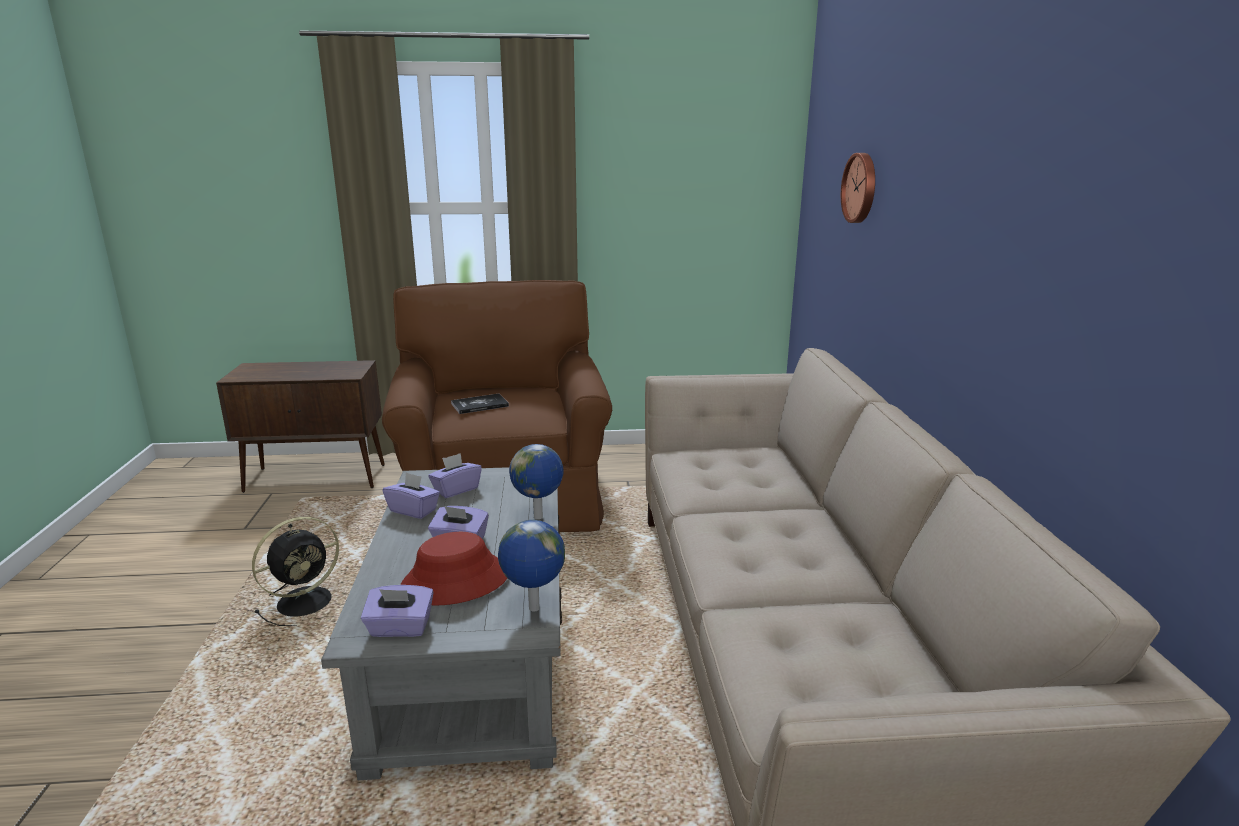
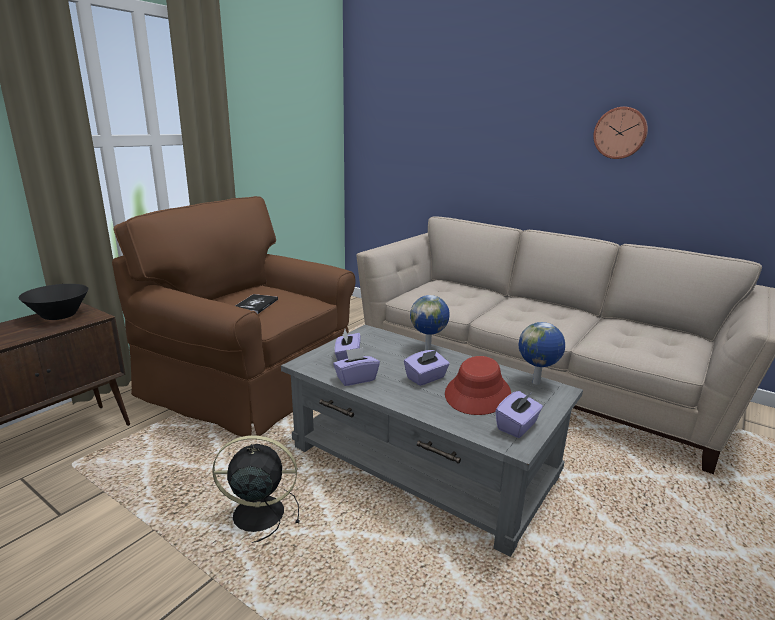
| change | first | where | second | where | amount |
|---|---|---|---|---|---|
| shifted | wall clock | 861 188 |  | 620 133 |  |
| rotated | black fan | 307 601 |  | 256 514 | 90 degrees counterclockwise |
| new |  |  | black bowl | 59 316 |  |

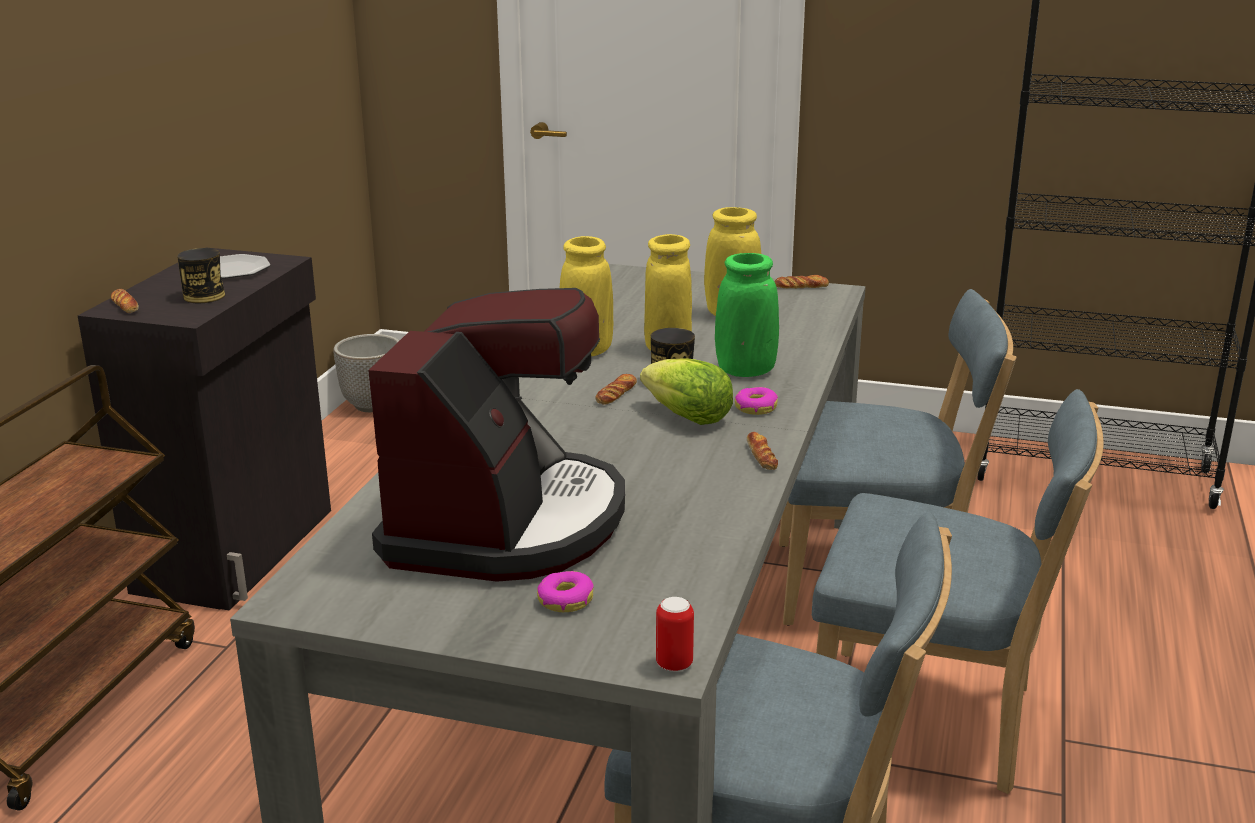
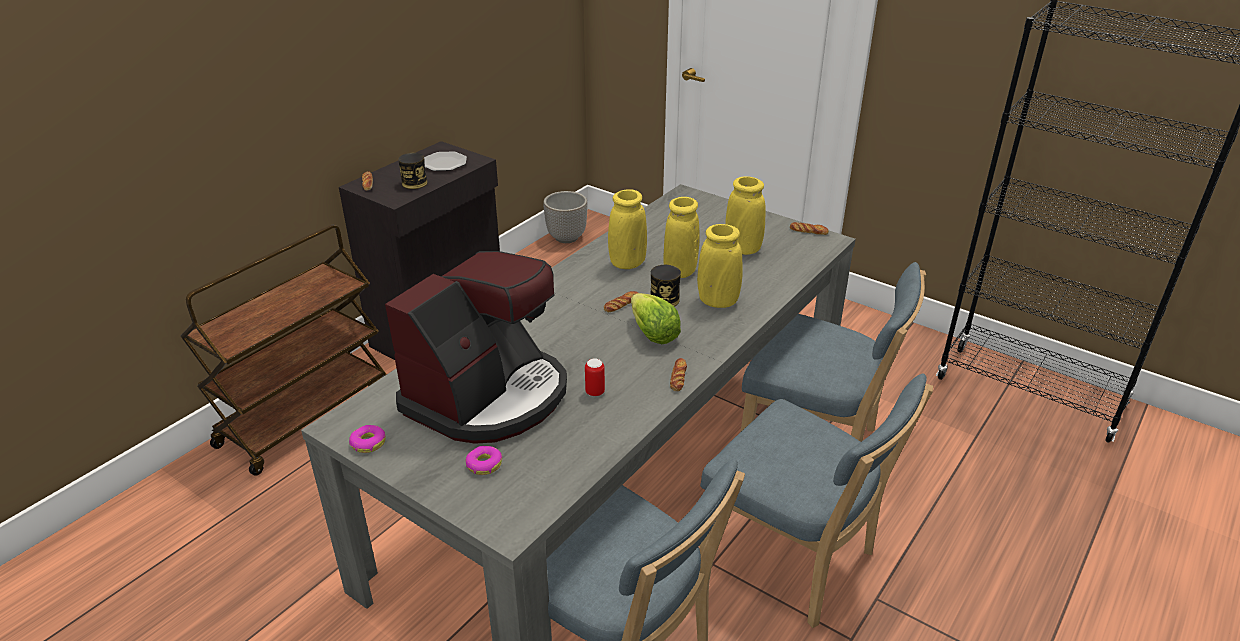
| change | first | where | second | where | amount |
|---|---|---|---|---|---|
| repainted | green vase | 745 371 | yellow vase | 717 301 |  |
| shifted | donut | 755 408 |  | 368 443 |  |
| shifted | can | 674 664 |  | 595 392 |  |

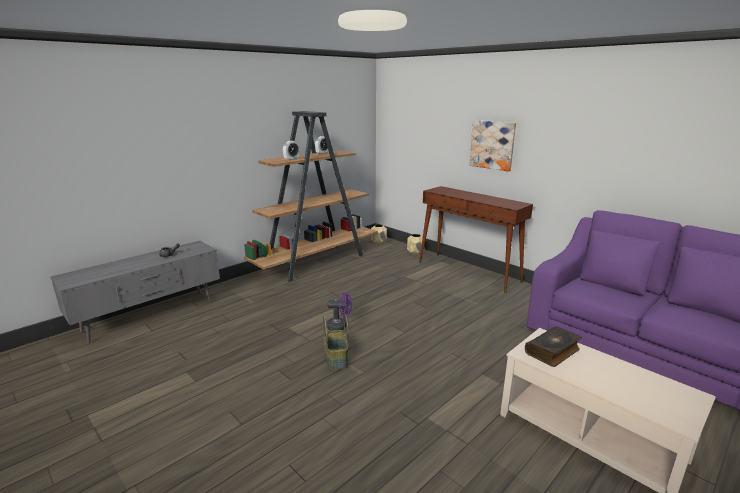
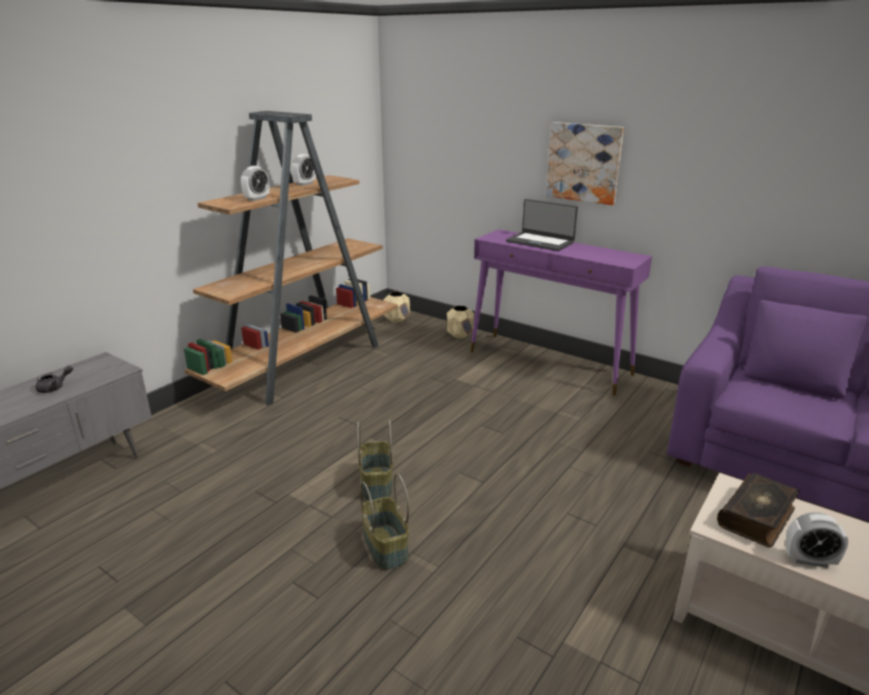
| change | first | where | second | where | amount |
|---|---|---|---|---|---|
| repainted | brown console table | 468 272 | purple console table | 550 363 |  |
| swapped | purple fan | 340 326 | basket | 376 483 |  |
| new |  |  | laptop | 540 242 |  |
| new |  |  | alarm clock | 809 560 |  |

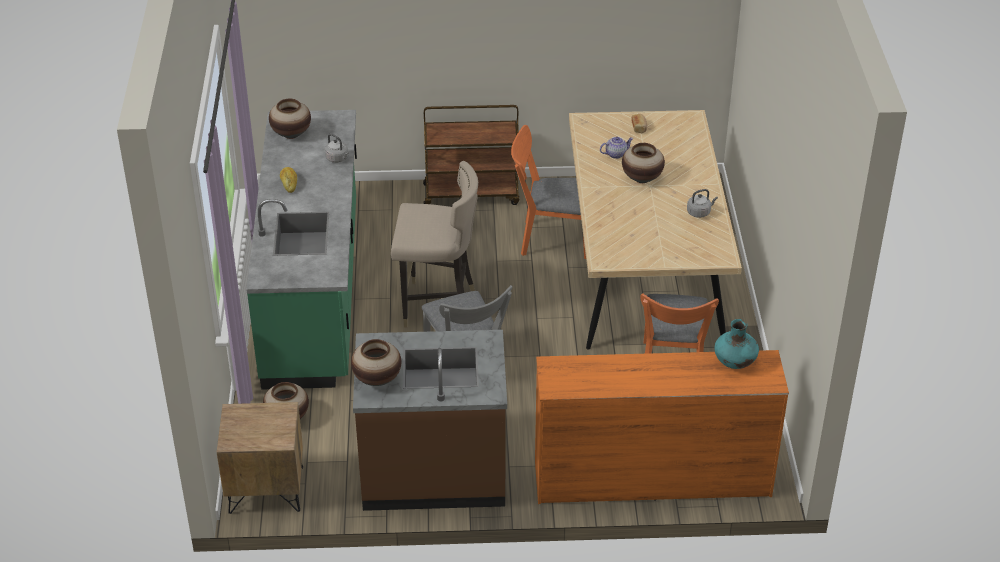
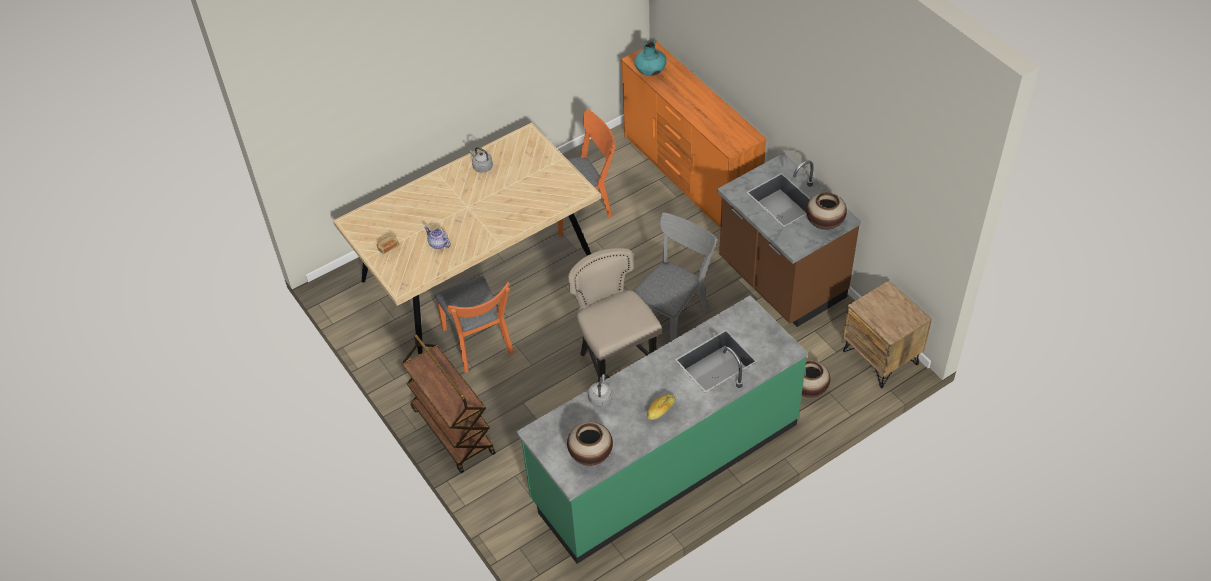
| change | first | where | second | where | amount |
|---|---|---|---|---|---|
| gone | vase | 641 178 |  |  |  |

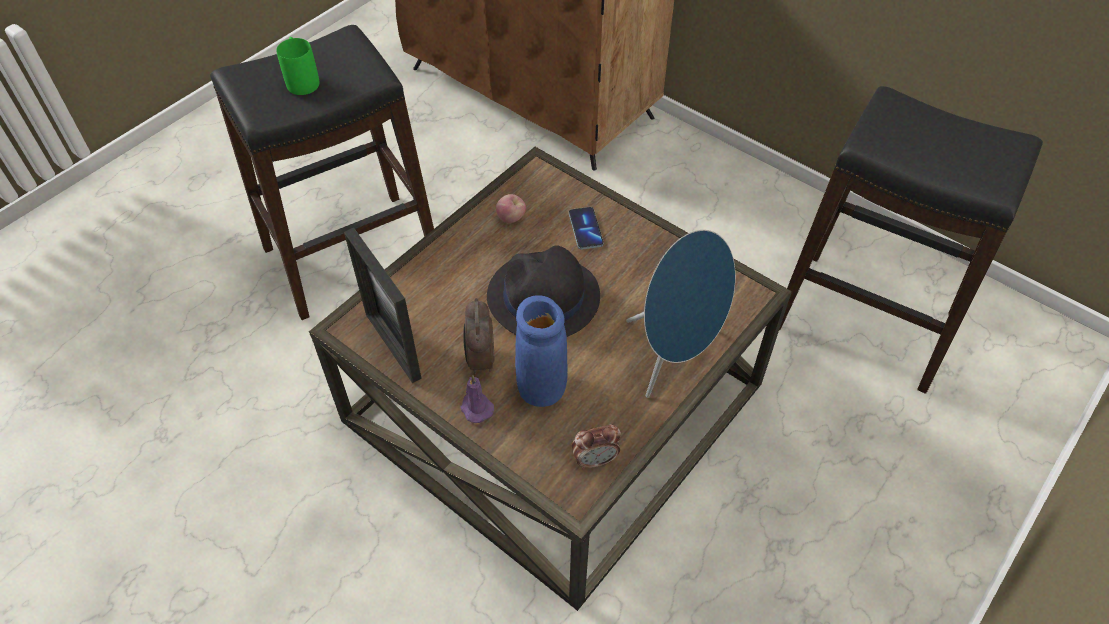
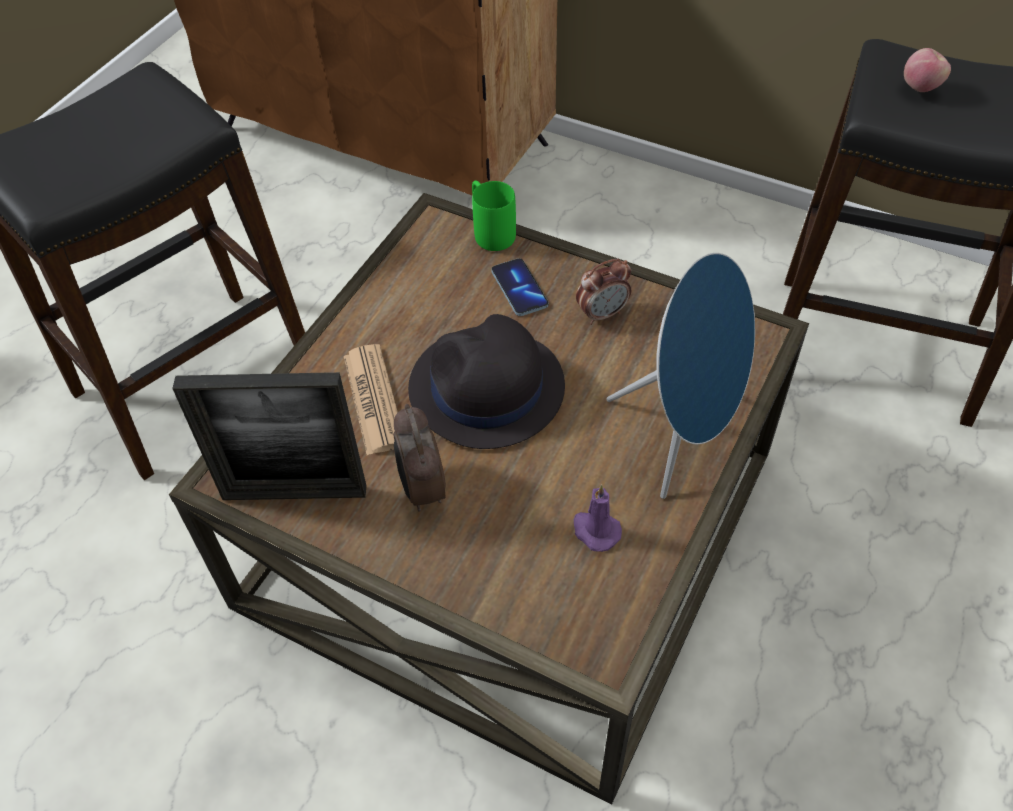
| change | first | where | second | where | amount |
|---|---|---|---|---|---|
| shifted | green mug | 302 80 |  | 490 231 |  |
| shifted | apple | 511 218 |  | 920 87 |  |
| rotated | picture frame | 393 346 |  | 294 492 | 45 degrees counterclockwise |
| gone | blue vase | 542 387 |  |  |  |
| shifted | purple candle | 476 408 |  | 595 530 |  |
| shifted | alarm clock | 595 460 |  | 602 314 |  |
| new |  |  | newspaper | 374 399 |  |

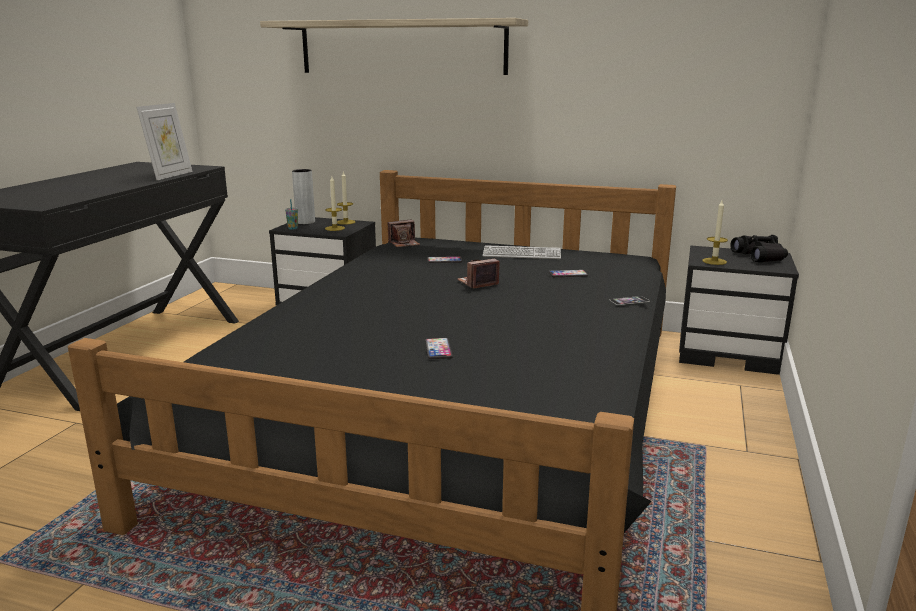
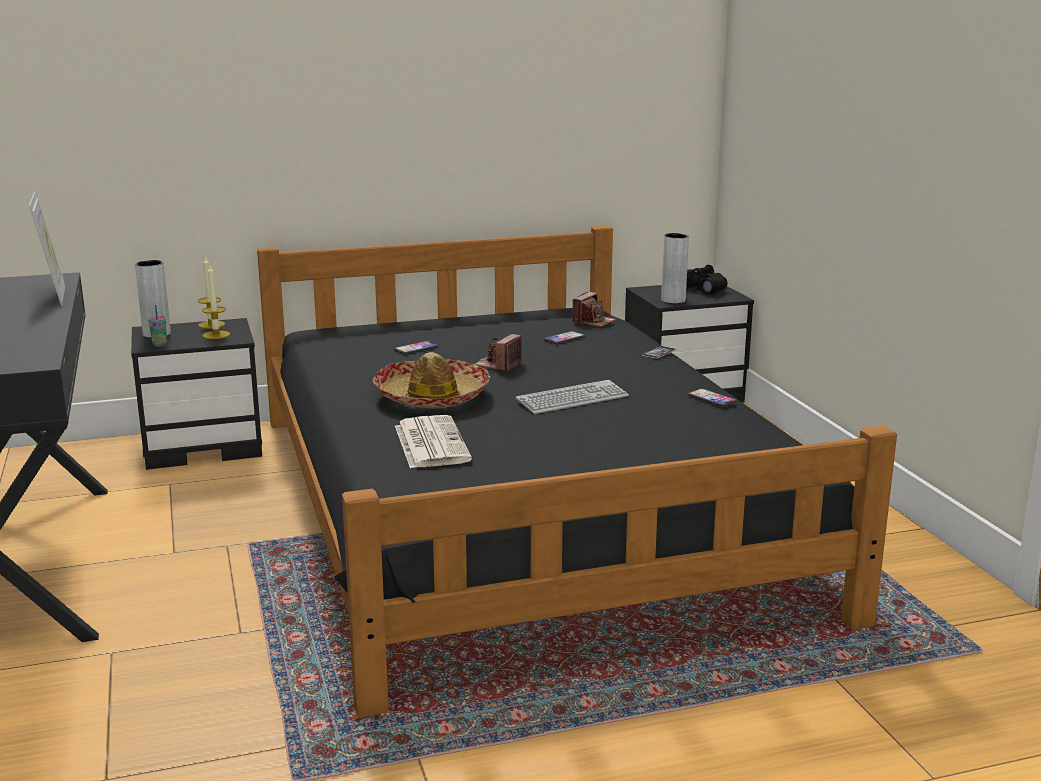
| change | first | where | second | where | amount |
|---|---|---|---|---|---|
| gone | shelf | 401 47 |  |  |  |
| swapped | candle | 714 261 | grey vase | 673 300 |  |
| shifted | photo camera | 404 243 |  | 593 322 |  |
| shifted | keyboard | 521 254 |  | 572 399 |  |
| shifted | phone | 438 349 |  | 712 399 |  |
| new |  |  | hat | 432 396 |  |
| new |  |  | newspaper | 430 443 |  |

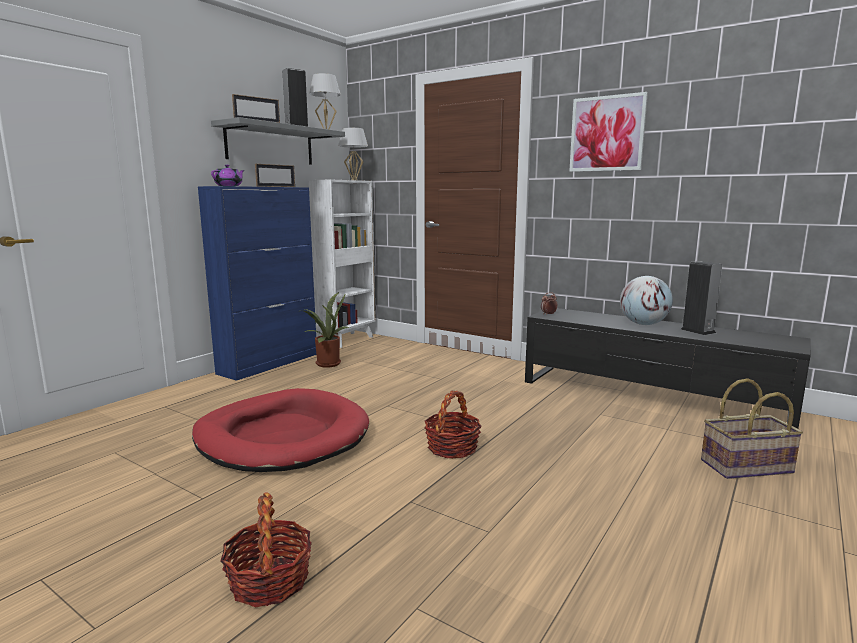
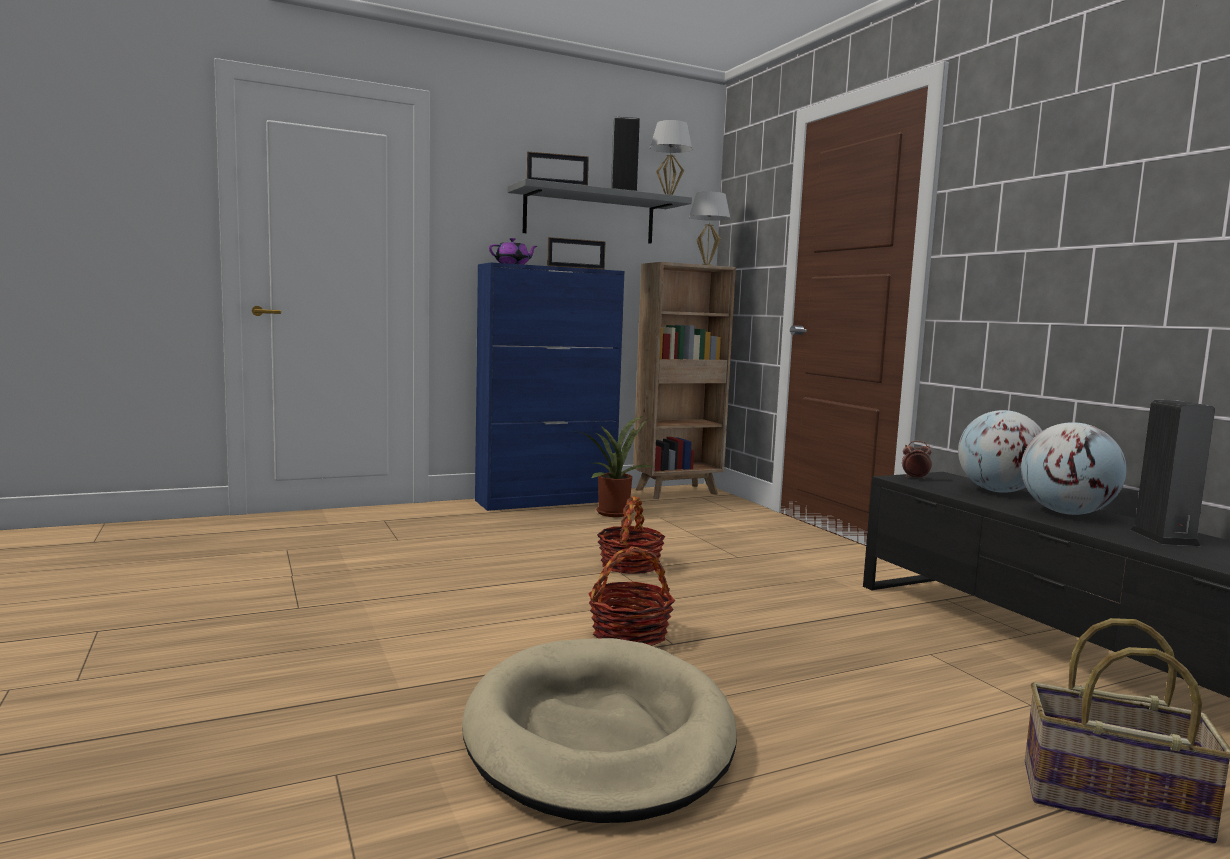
| change | first | where | second | where | amount |
|---|---|---|---|---|---|
| gone | picture | 607 133 |  |  |  |
| repainted | white bookcase | 347 339 | brown bookcase | 678 492 |  |
| gone | red dog bed | 282 436 |  |  |  |
| shifted | basket | 270 581 |  | 630 565 |  |
| new |  |  | globe | 998 491 |  |
| new |  |  | beige dog bed | 598 735 |  |

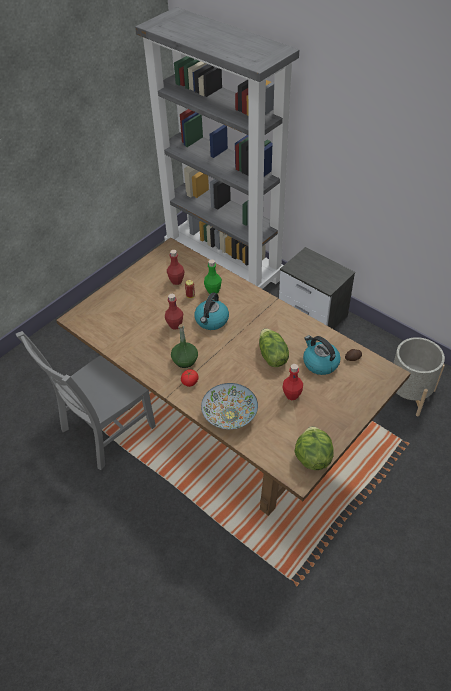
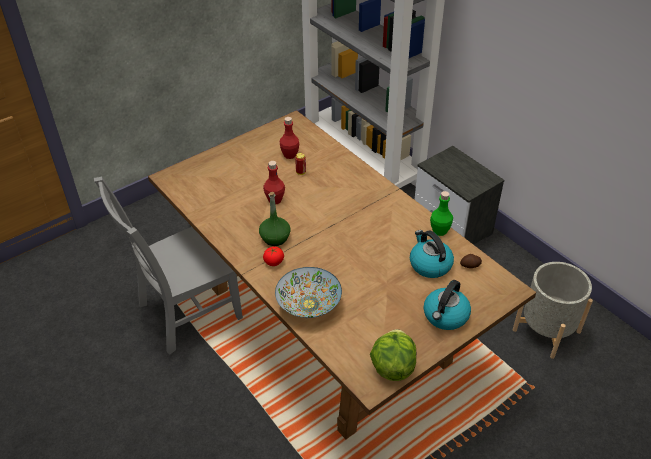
| change | first | where | second | where | amount |
|---|---|---|---|---|---|
| shifted | green bottle | 213 291 |  | 440 231 |  |
| shifted | kettle | 211 320 |  | 445 316 |  |
| gone | lettuce | 272 356 |  |  |  |
| gone | red bottle | 292 395 |  |  |  |

